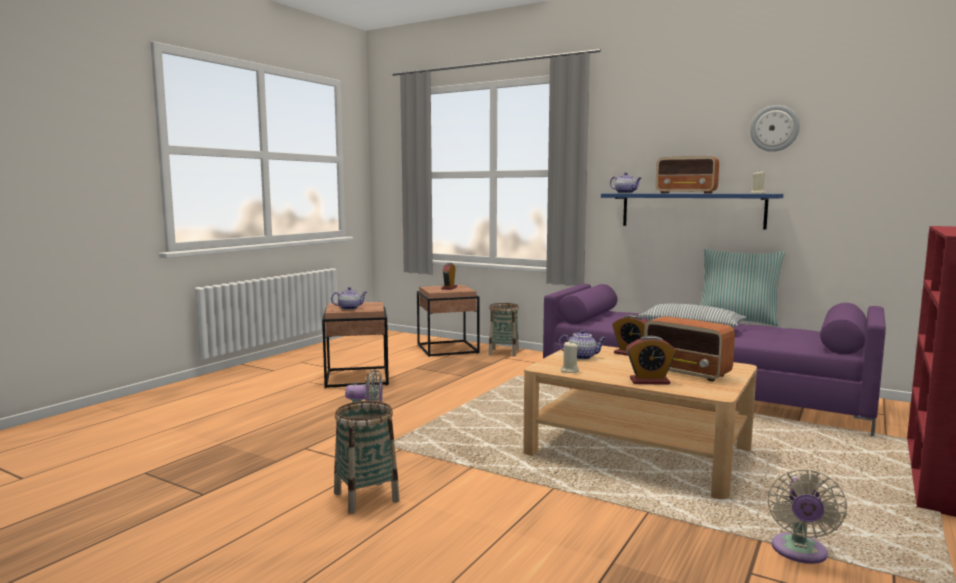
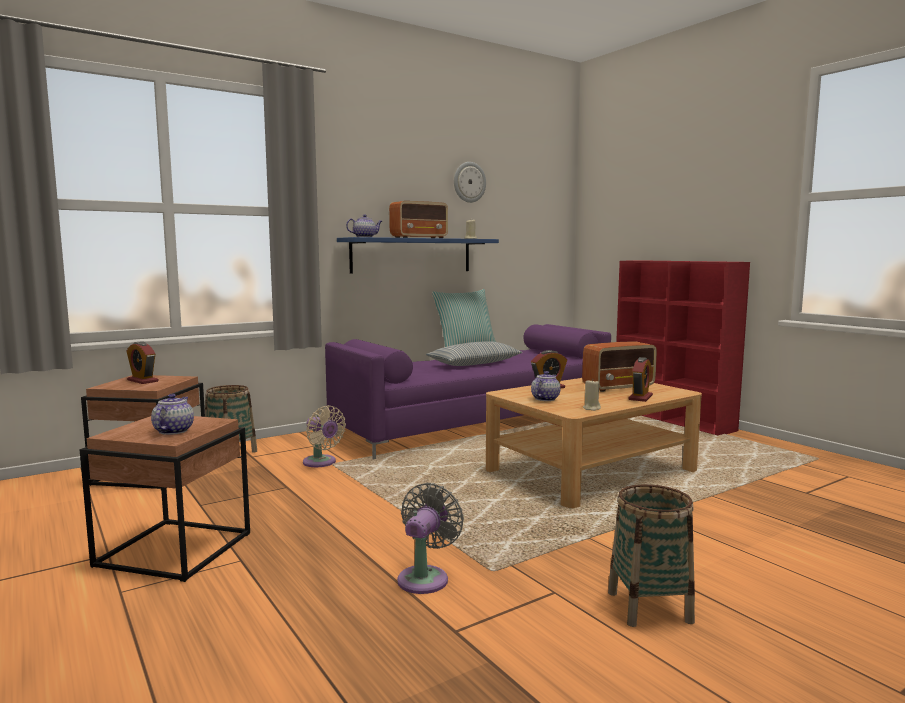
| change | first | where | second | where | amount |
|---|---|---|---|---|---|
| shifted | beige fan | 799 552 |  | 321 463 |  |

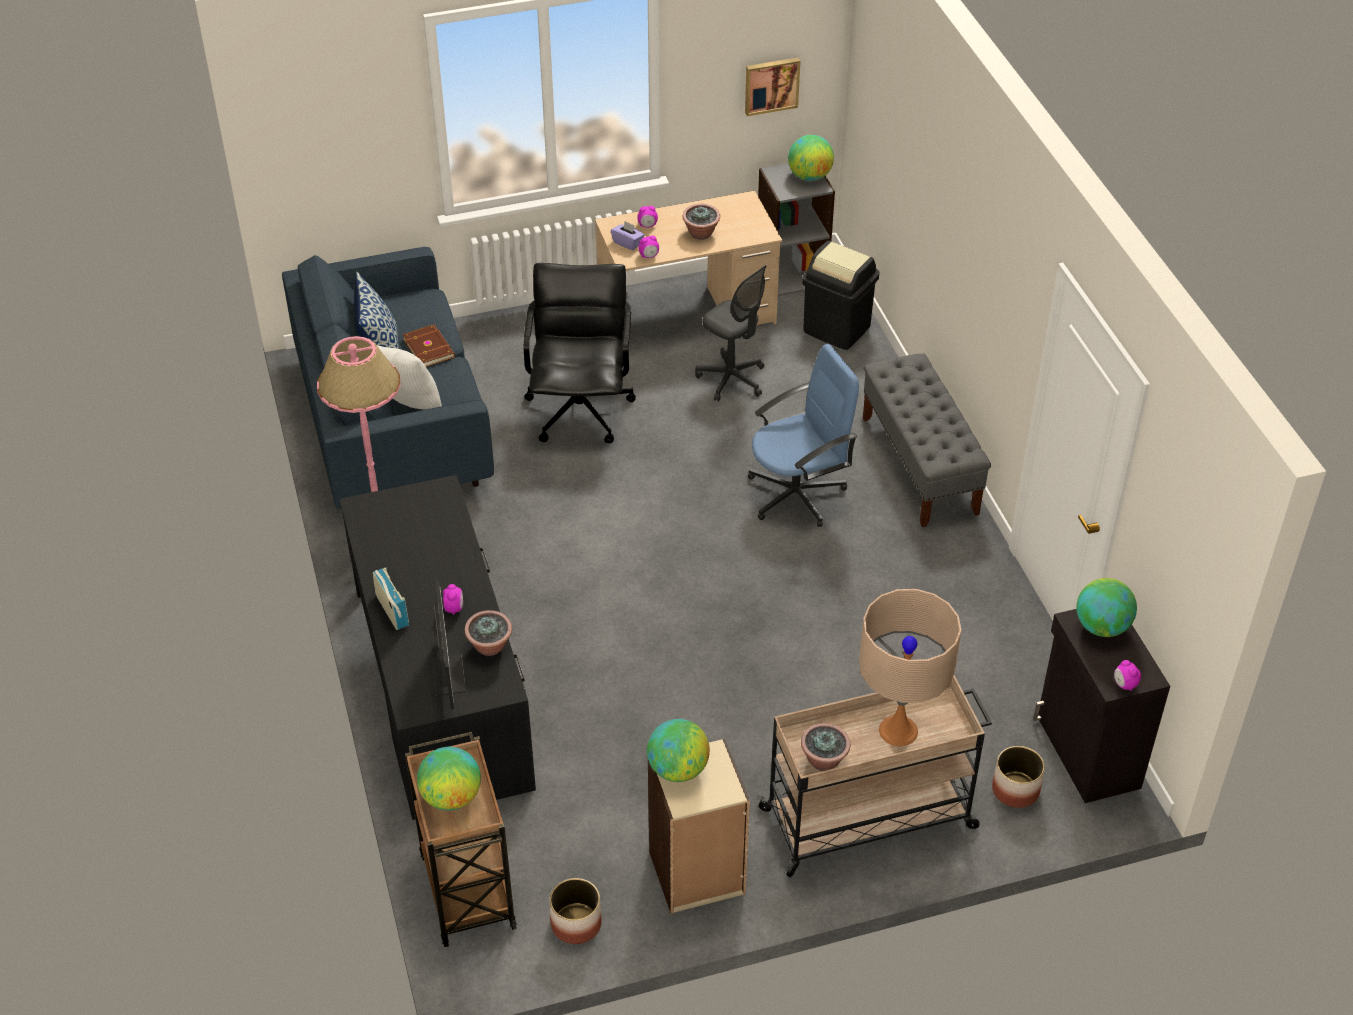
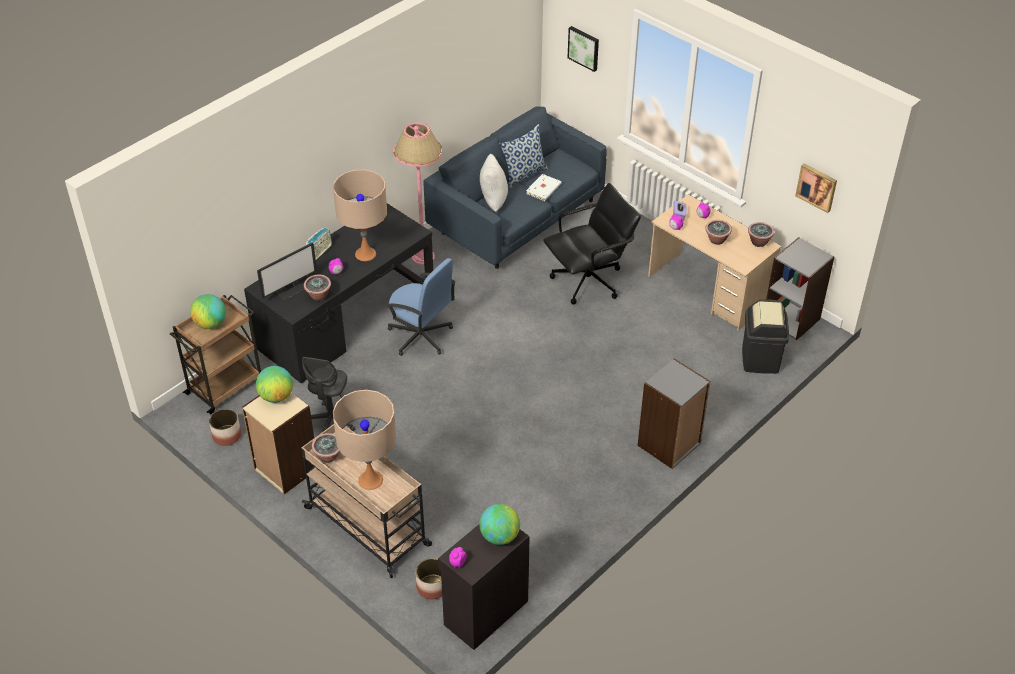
| change | first | where | second | where | amount |
|---|---|---|---|---|---|
| gone | globe | 809 176 |  |  |  |
| shifted | grey office chair | 732 379 |  | 331 421 |  |
| repainted | brown book | 429 348 | white book | 544 189 |  |
| shifted | blue office chair | 797 494 |  | 421 336 |  |
| swapped | grey bench | 920 465 | grey bookcase | 669 445 |  |
| new |  |  | picture | 584 48 |  |
| new |  |  | beige table lamp | 365 254 |  |
| new |  |  | potted plant | 758 242 |  |

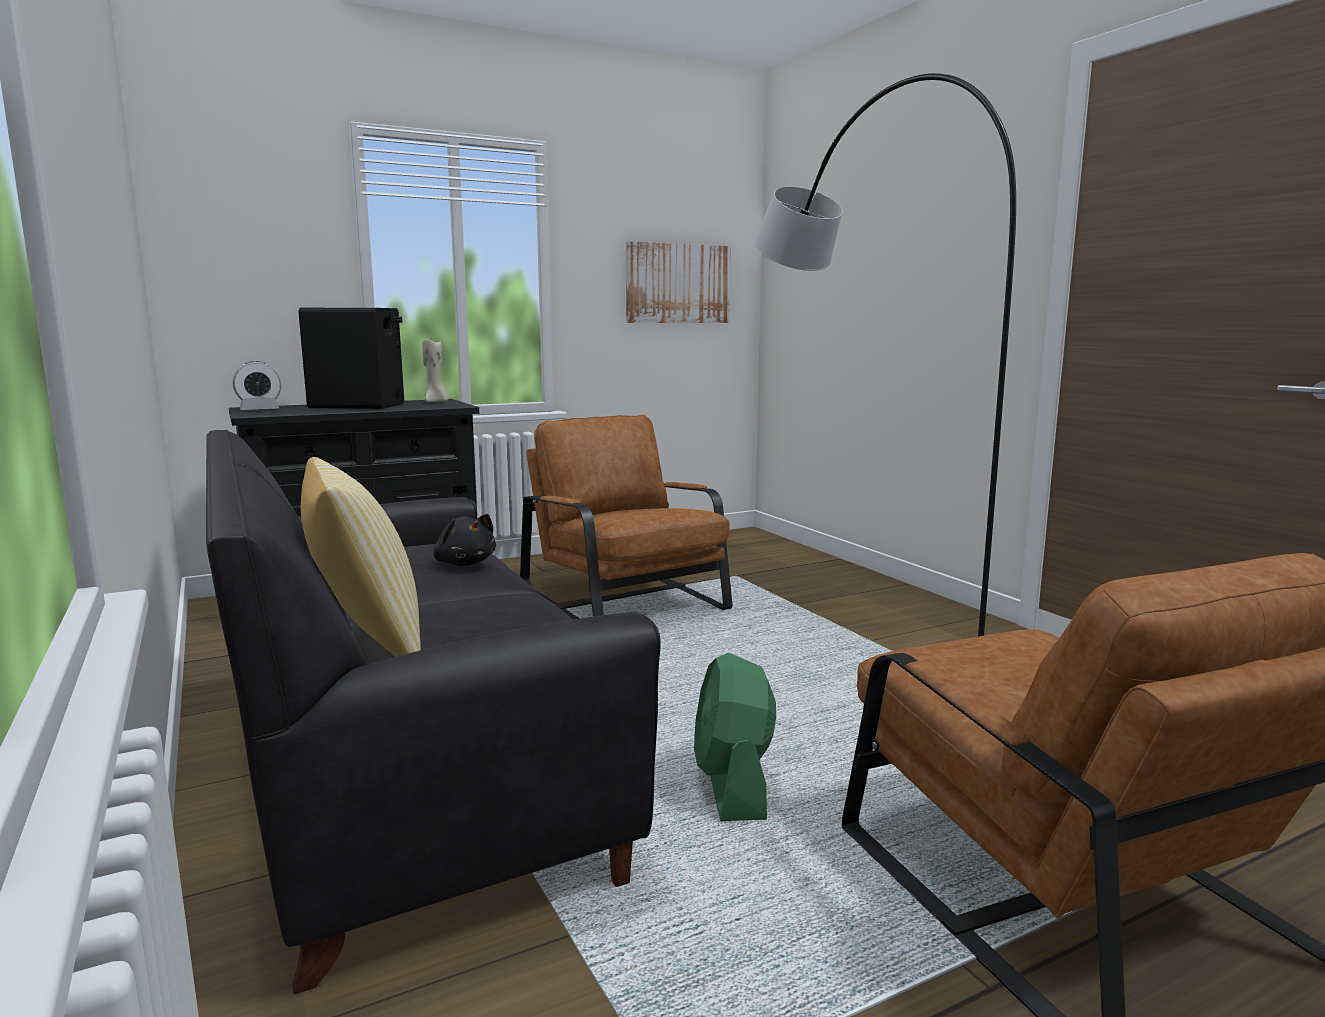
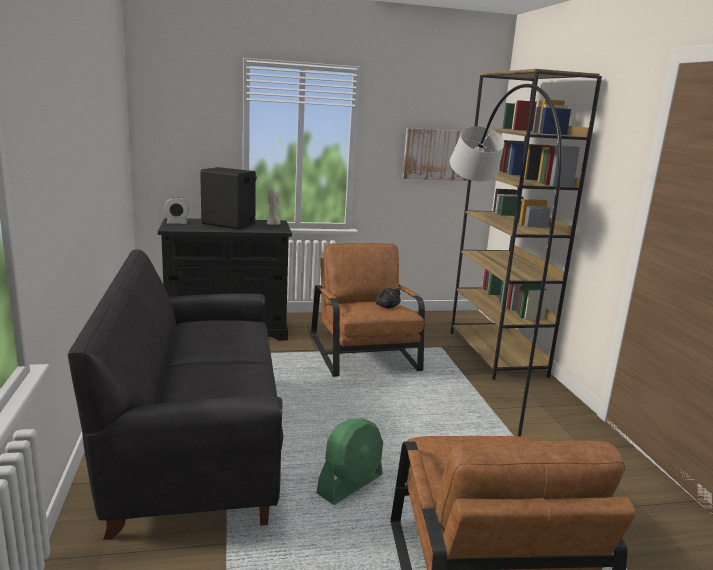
| change | first | where | second | where | amount |
|---|---|---|---|---|---|
| gone | pillow | 366 645 |  |  |  |
| shifted | black plush toy | 464 563 |  | 386 306 |  |
| rotated | green fan | 733 785 |  | 350 484 | 150 degrees counterclockwise |
| new |  |  | brown bookcase | 497 354 |  |

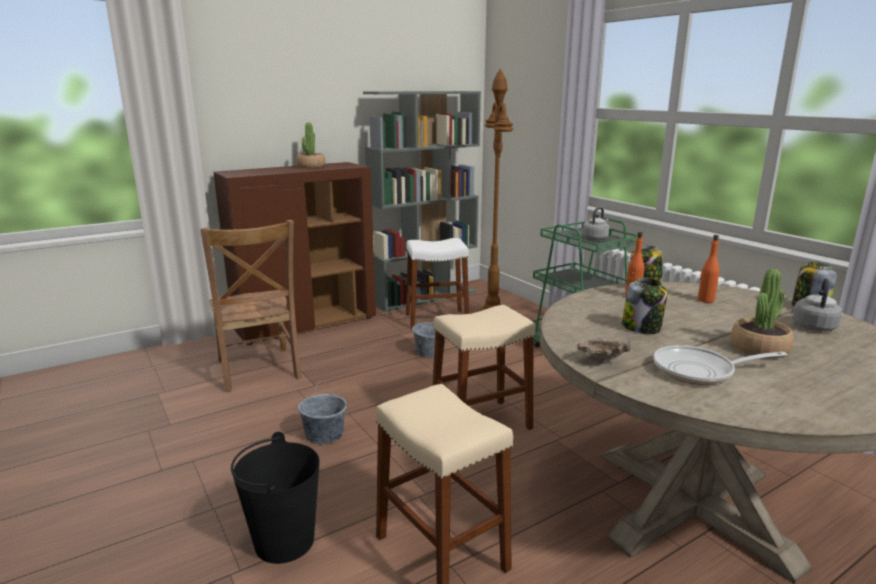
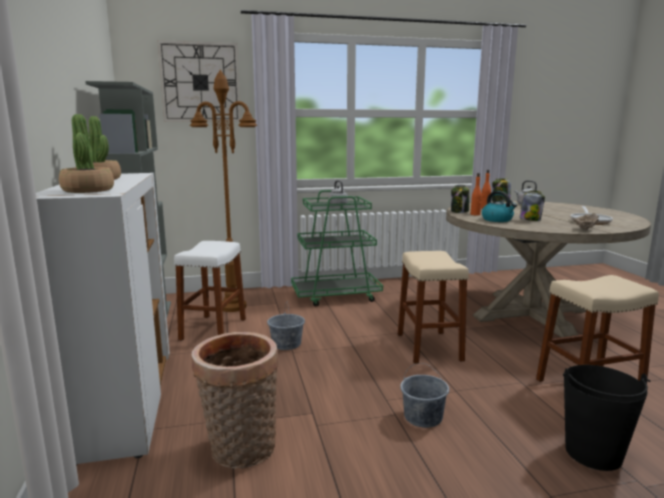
| change | first | where | second | where | amount |
|---|---|---|---|---|---|
| repainted | brown cabinet | 306 324 | white cabinet | 125 402 |  |
| swapped | brown chair | 258 371 | basket | 240 451 |  |
| shifted | potted plant | 759 348 |  | 88 190 |  |
| new |  |  | wall clock | 200 82 |  |
| new |  |  | kettle | 497 220 |  |

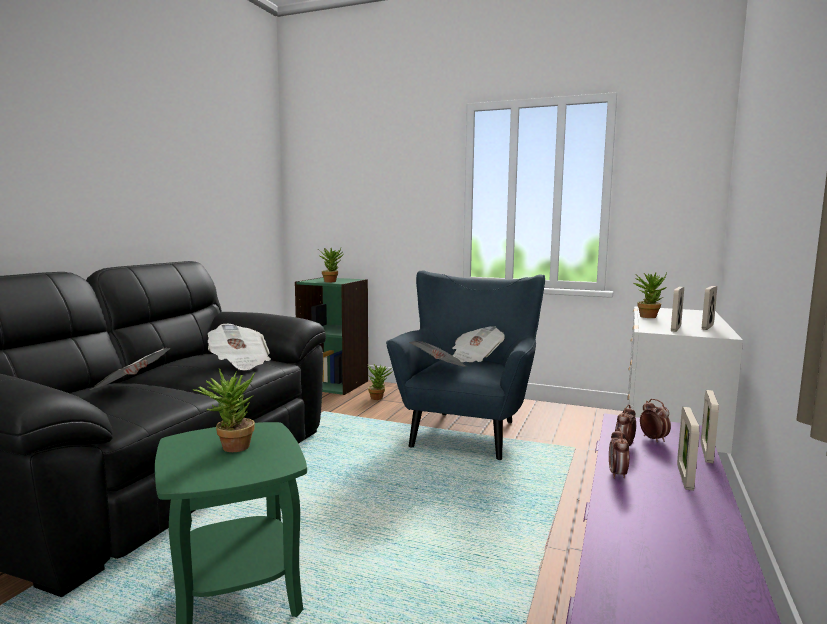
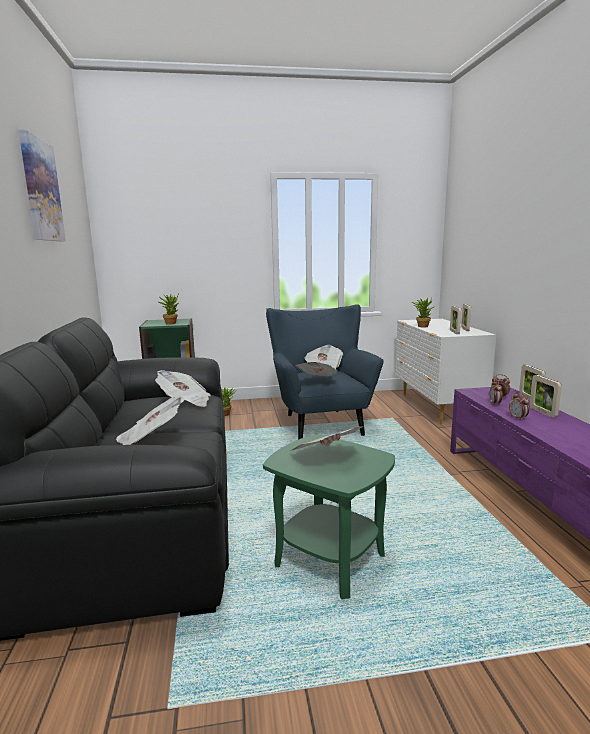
| change | first | where | second | where | amount |
|---|---|---|---|---|---|
| swapped | potted plant | 230 448 | newspaper | 325 457 |  |
| new |  |  | picture | 41 191 |  |

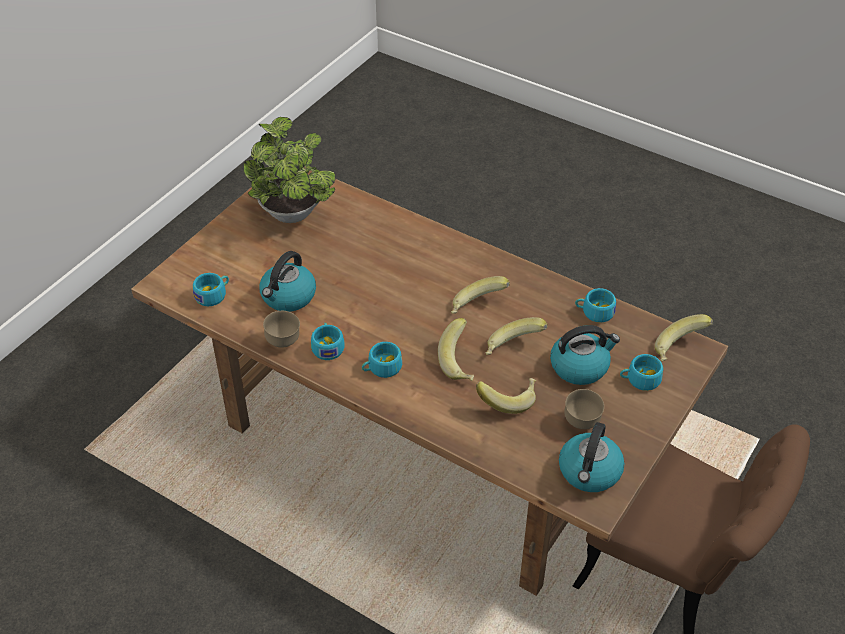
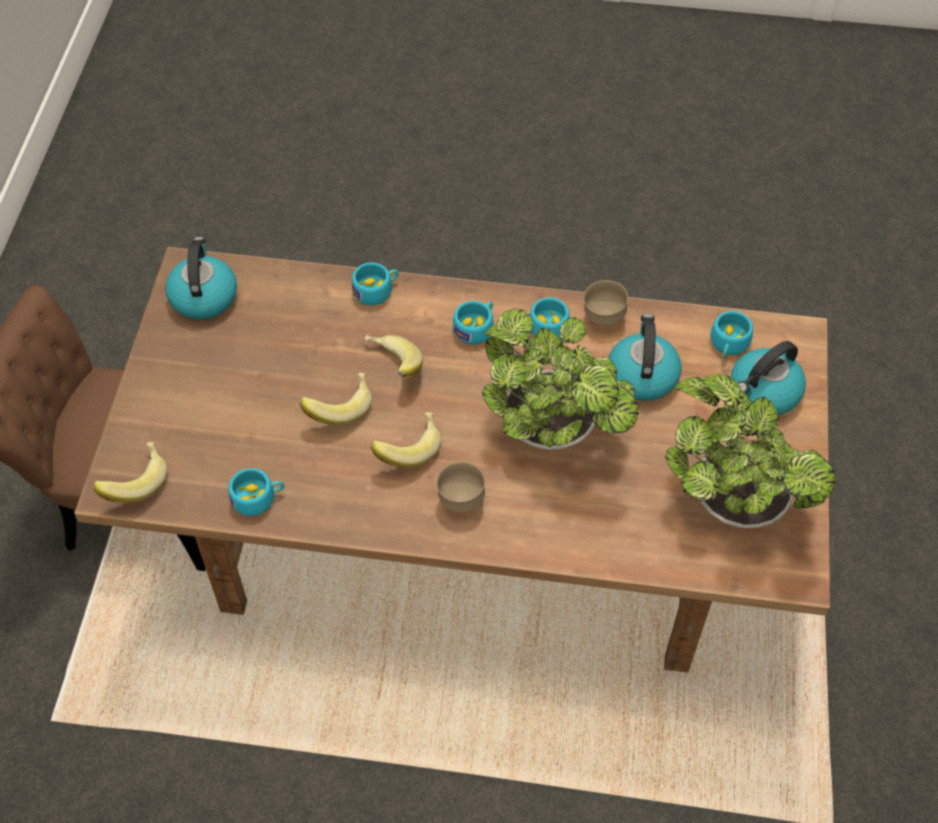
| change | first | where | second | where | amount |
|---|---|---|---|---|---|
| shifted | kettle | 580 366 |  | 763 393 |  |
| shifted | turquoise cup | 639 380 |  | 376 290 |  |
| gone | banana | 507 400 |  |  |  |
| shifted | brown bowl | 581 422 |  | 461 500 |  |
| new |  |  | potted plant | 554 432 |  |

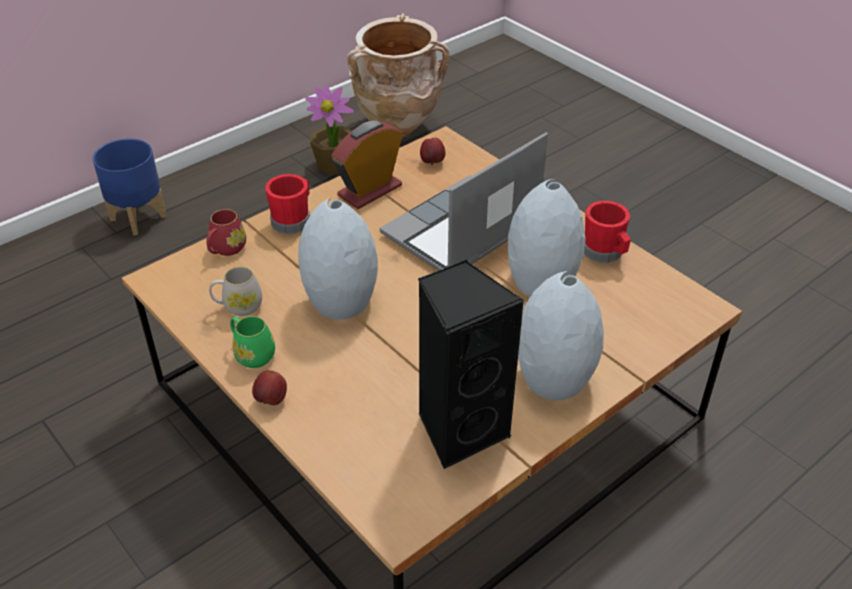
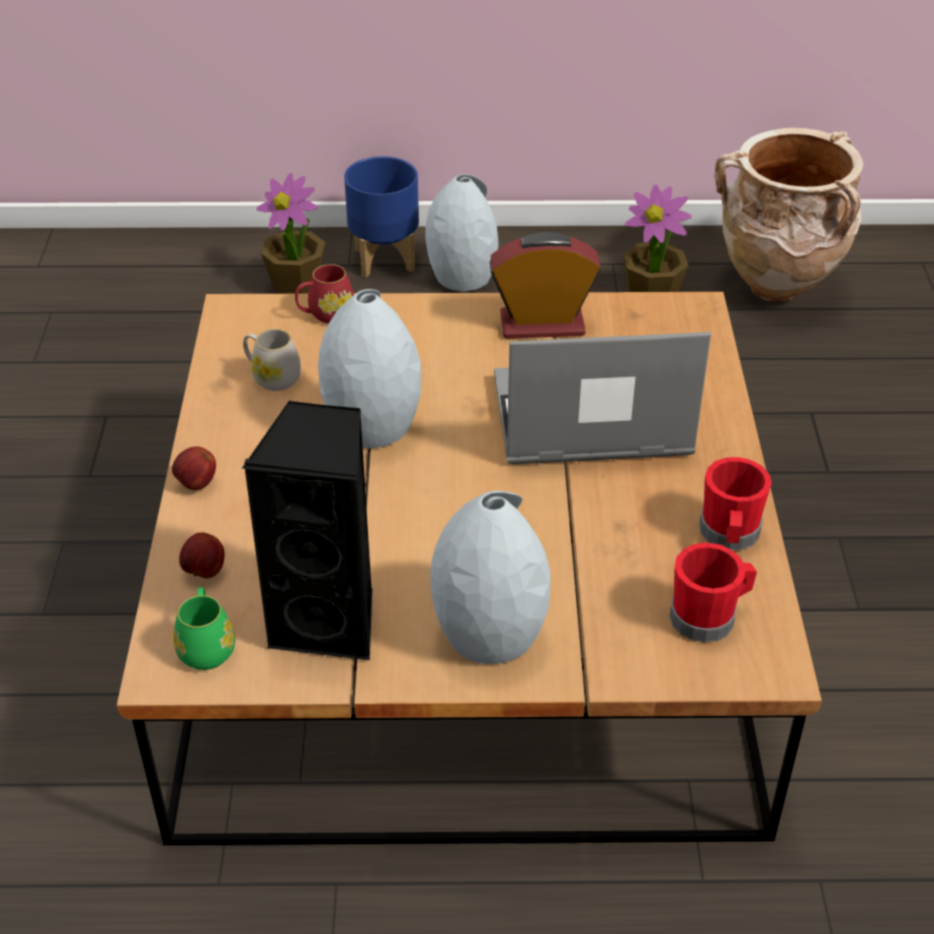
| change | first | where | second | where | amount |
|---|---|---|---|---|---|
| shifted | apple | 432 162 |  | 204 572 |  |
| shifted | red mug | 293 220 |  | 709 616 |  |
| shifted | grey vase | 539 281 |  | 461 276 |  |
| shifted | green mug | 251 354 |  | 207 646 |  |
| new |  |  | potted plant | 297 286 |  |

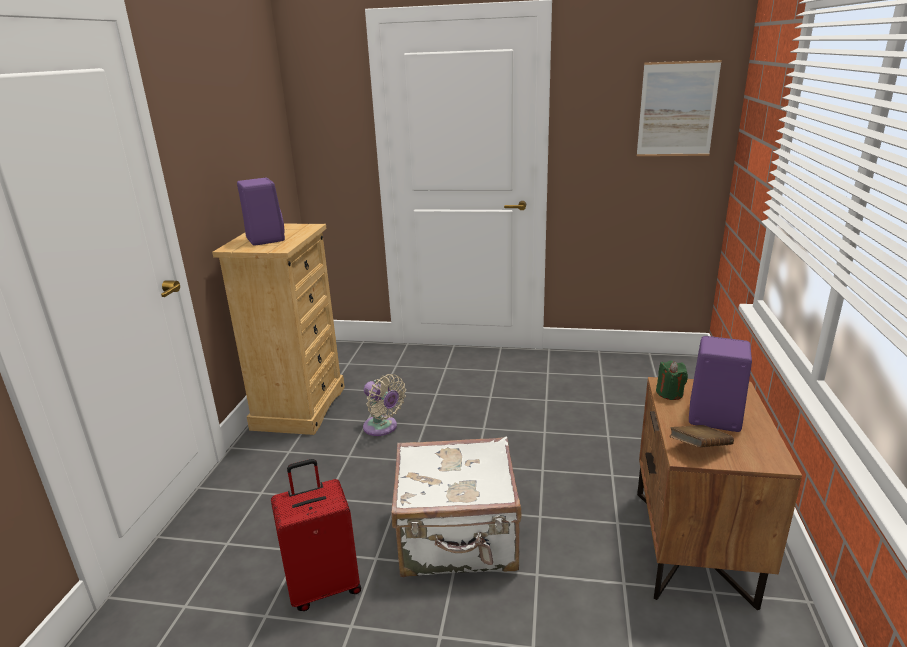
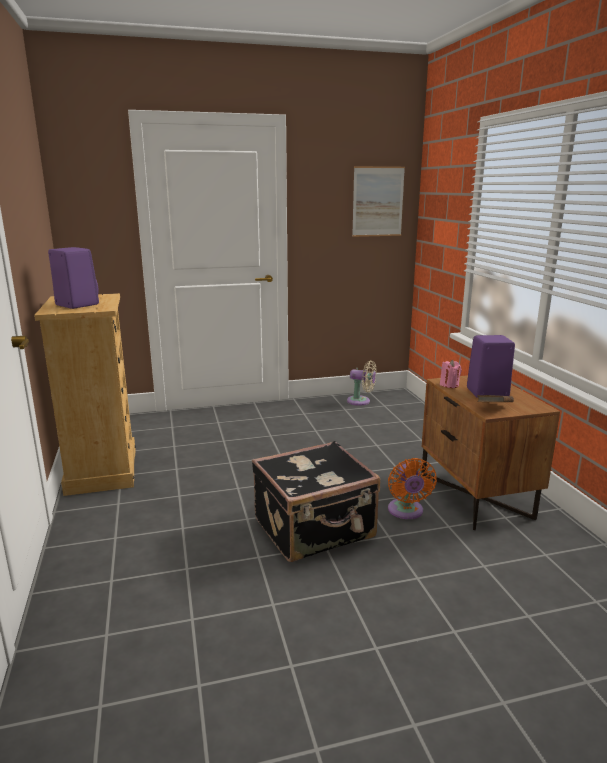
| change | first | where | second | where | amount |
|---|---|---|---|---|---|
| repainted | green candle | 669 393 | pink candle | 449 385 |  |
| shifted | beige fan | 382 428 |  | 361 401 |  |
| repainted | white suitcase | 458 539 | black suitcase | 315 529 |  |
| gone | red suitcase | 324 586 |  |  |  |
| new |  |  | orange fan | 406 512 |  |

